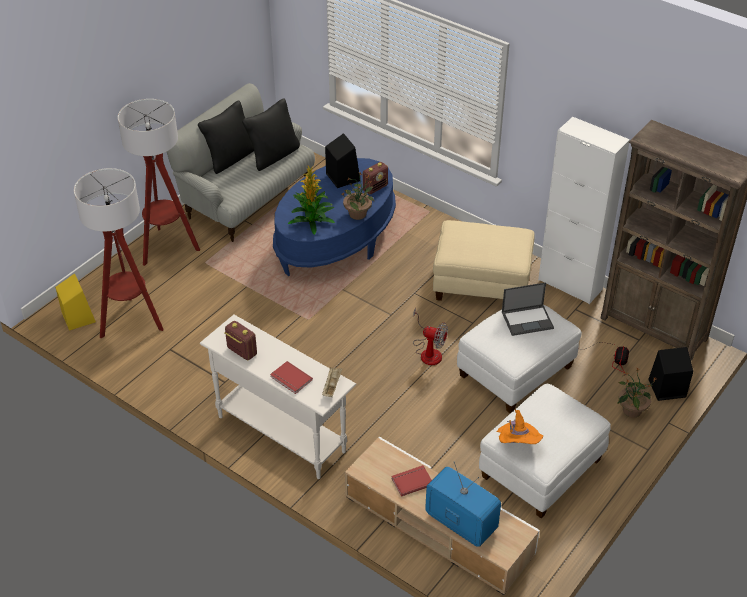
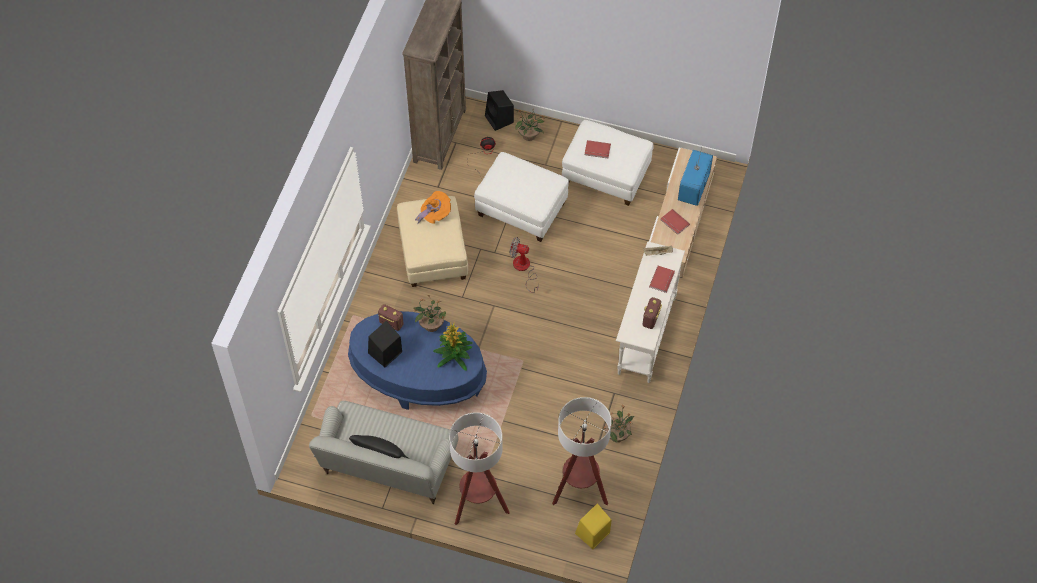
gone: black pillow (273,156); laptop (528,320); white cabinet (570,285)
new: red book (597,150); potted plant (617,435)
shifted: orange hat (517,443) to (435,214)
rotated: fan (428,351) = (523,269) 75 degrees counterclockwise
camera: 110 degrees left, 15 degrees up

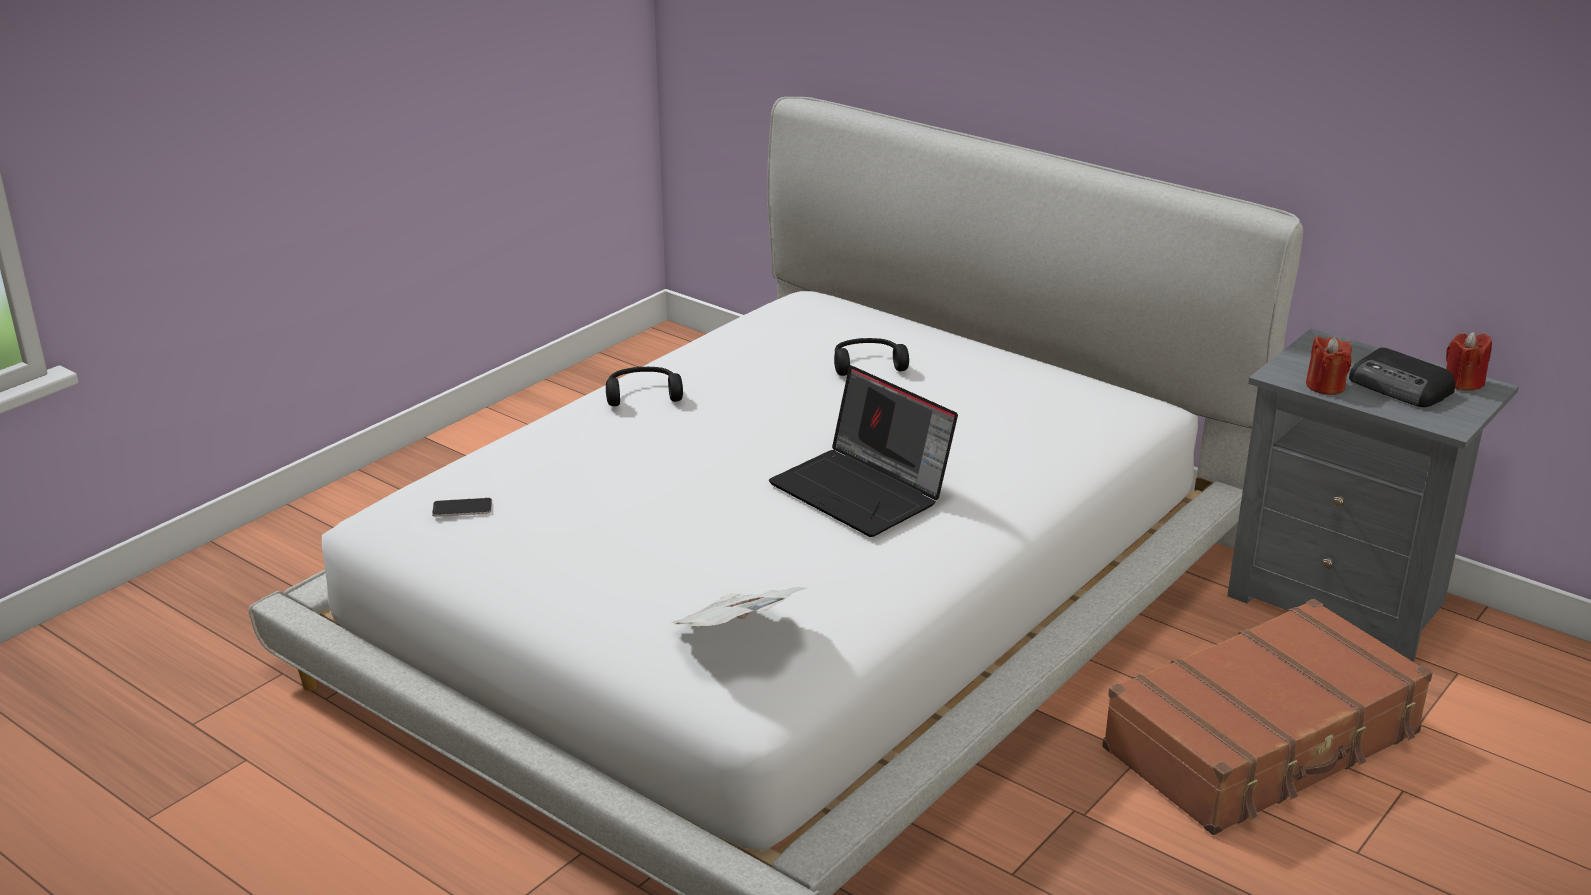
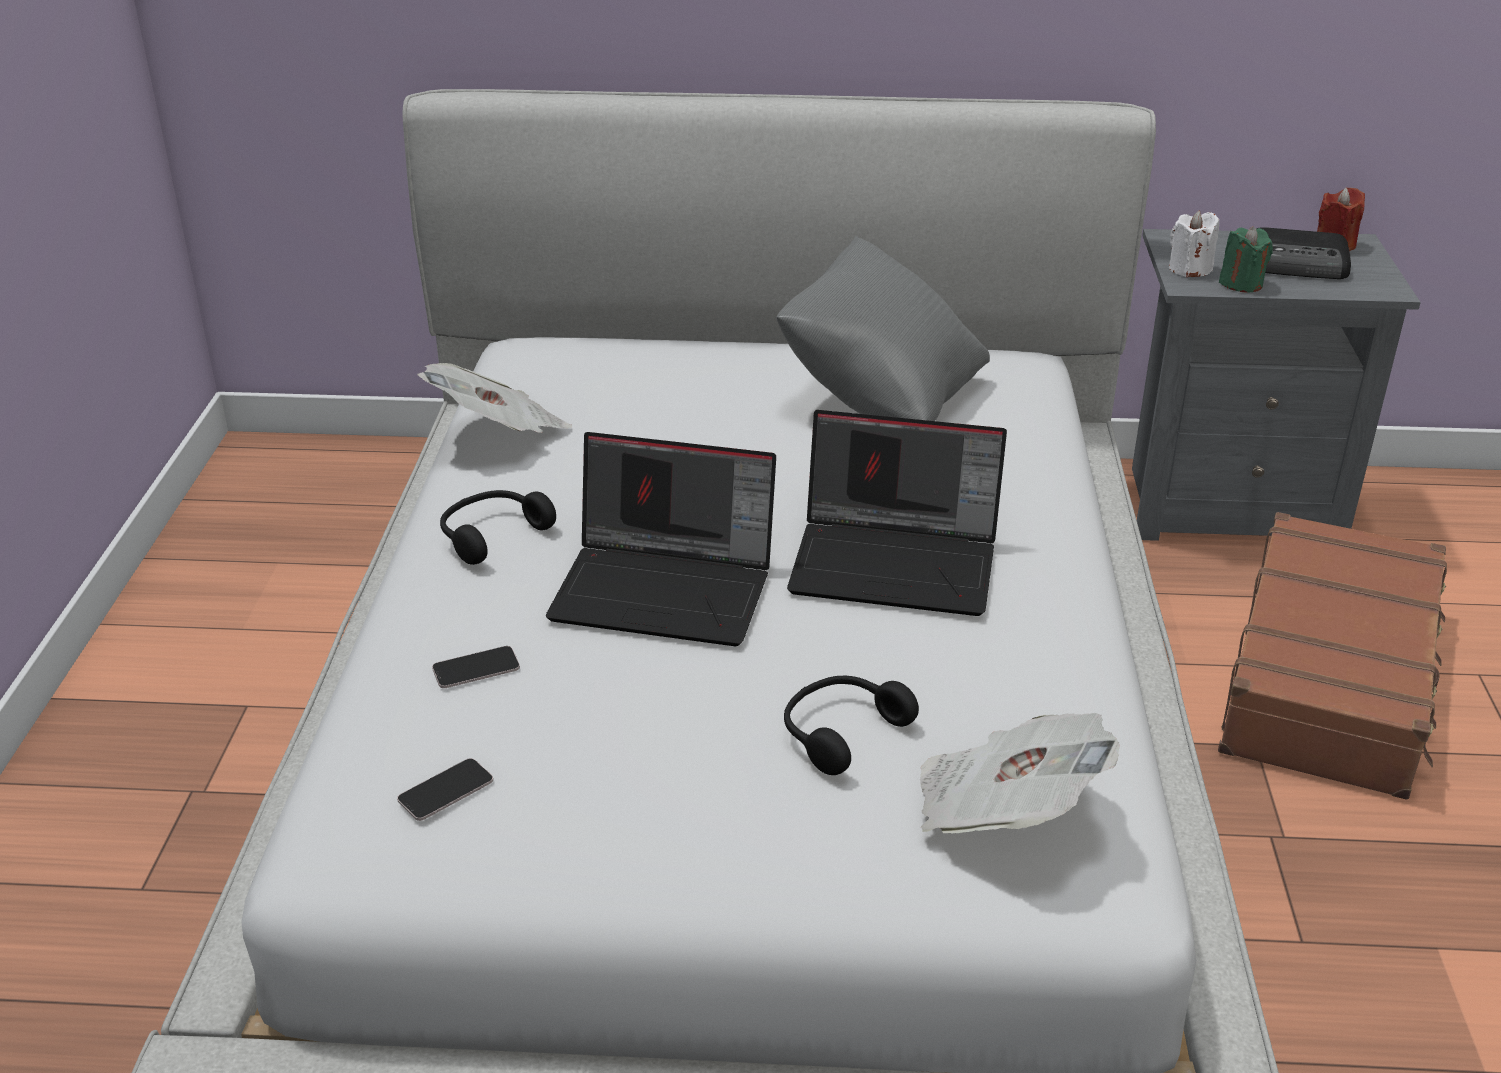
new: newspaper (499,432); phone (476,668); laptop (667,589); grey pillow (880,398); white candle (1189,269)
shifted: black headphones (867,365) to (840,732)
repainted: red candle (1325,386) to green candle (1241,284)
camera: 35 degrees left, 5 degrees up

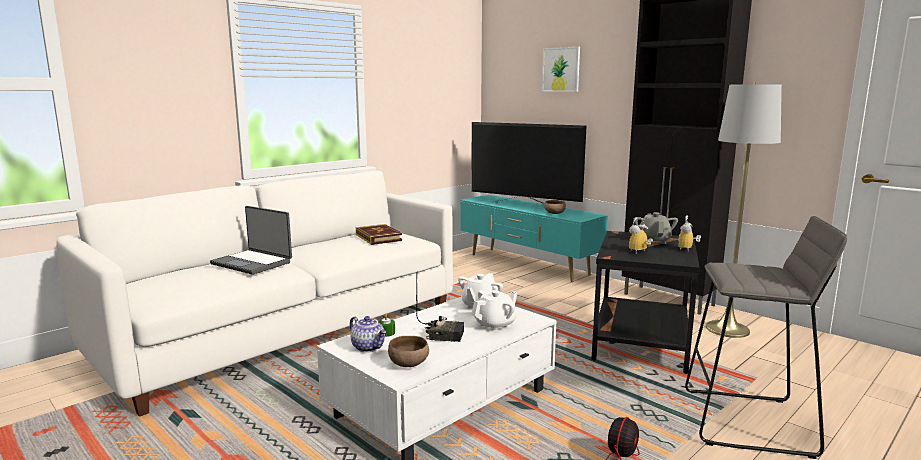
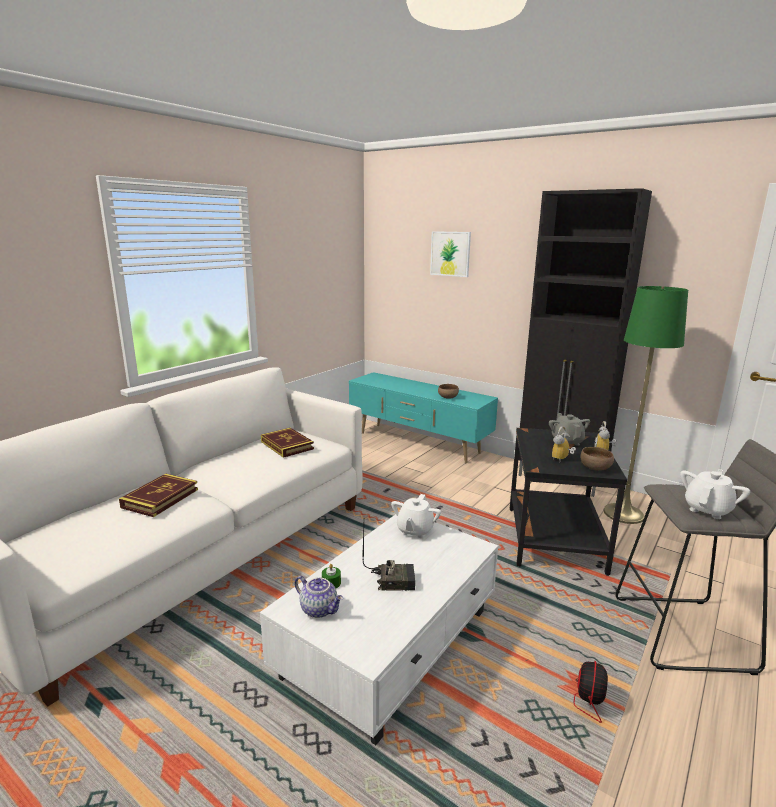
gone: television (524,205)
shifted: brown bowl (409,364) to (595,468); white teapot (495,325) to (708,509)
swapped: laptop (253,263) to book (160,498)
repainted: grey floor lamp (727,329) to green floor lamp (623,513)
camera: 10 degrees left, 5 degrees up

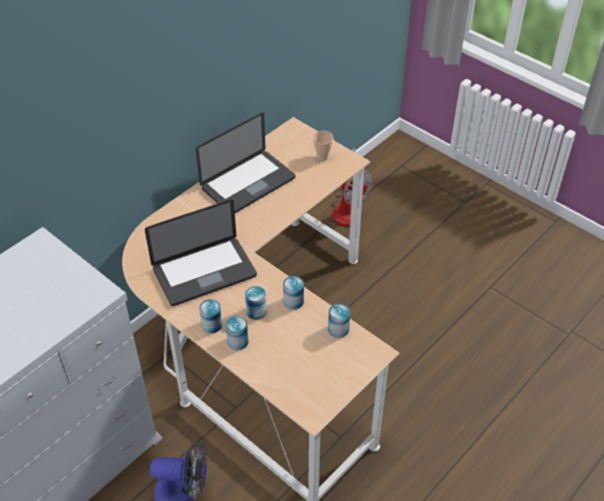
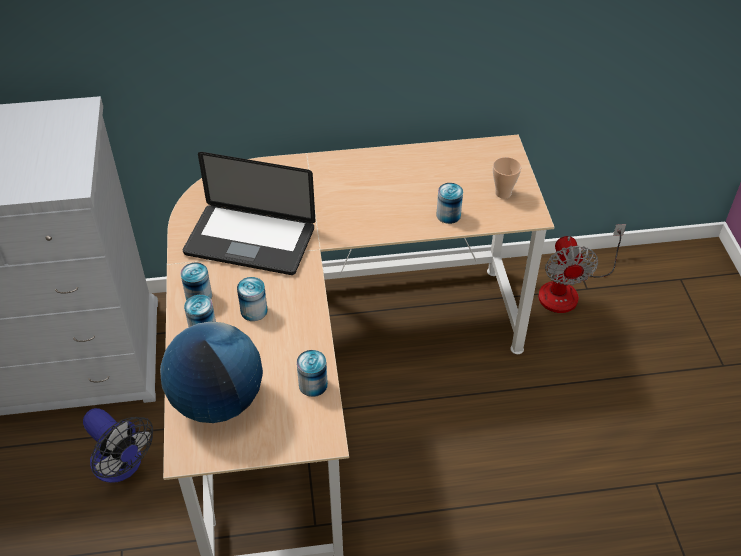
gone: laptop (248,183)
new: globe (217,401)
shifted: can (293,301) to (448,215)
camera: 40 degrees right, 0 degrees up

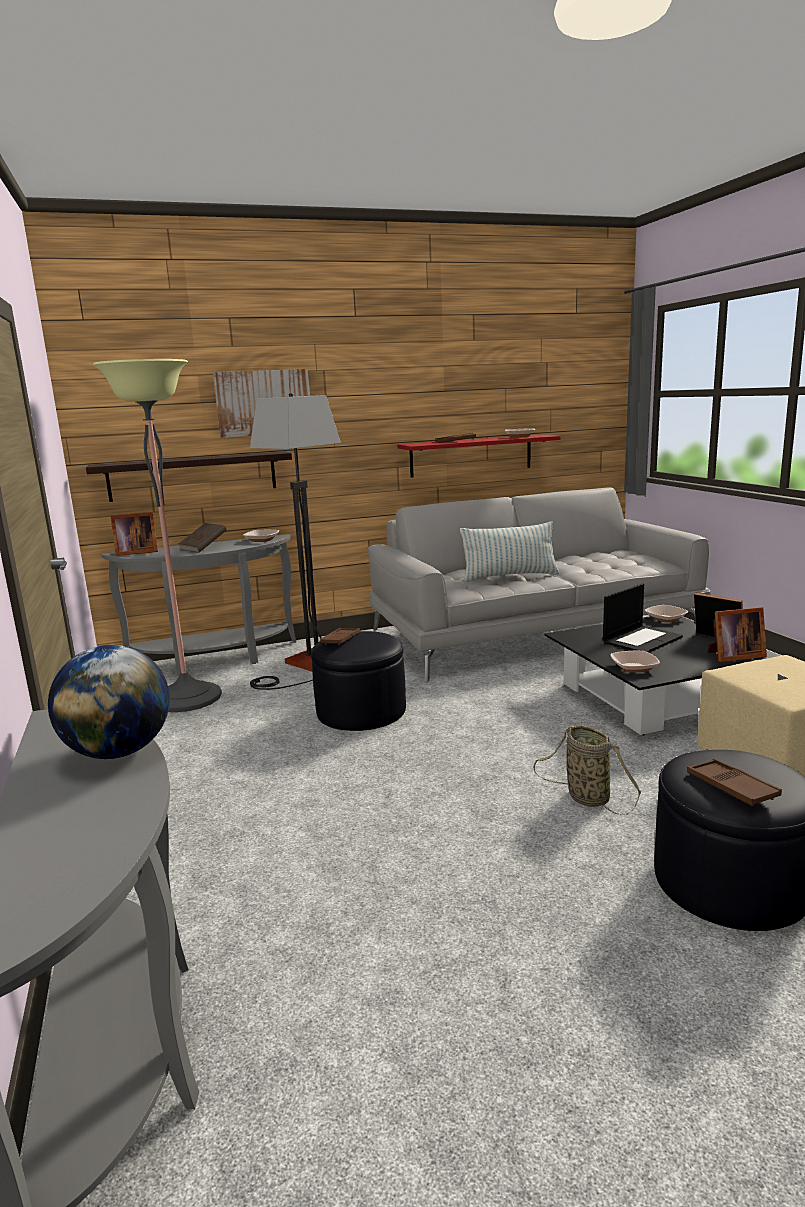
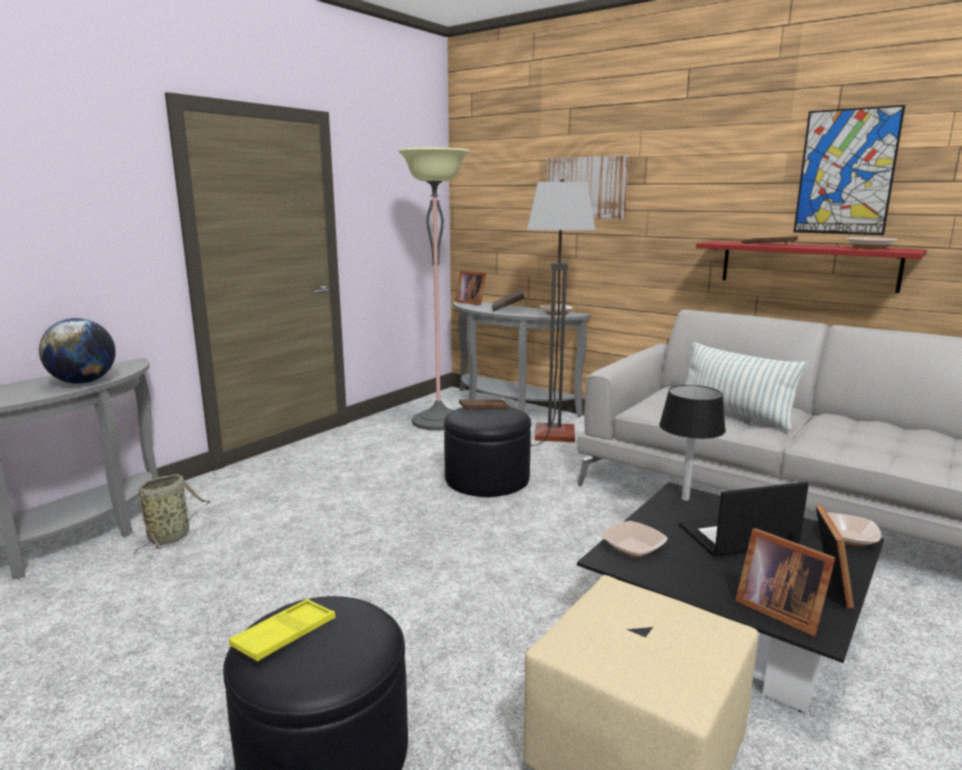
gone: shelf (193,476)
new: black table lamp (685,499); picture (846,172)
shifted: basket (585,797) to (171,536)
repainted: brown tray (731,787) to yellow tray (285,635)
rotated: laptop (642,639) = (737,536) 150 degrees clockwise
camera: 55 degrees right, 0 degrees up

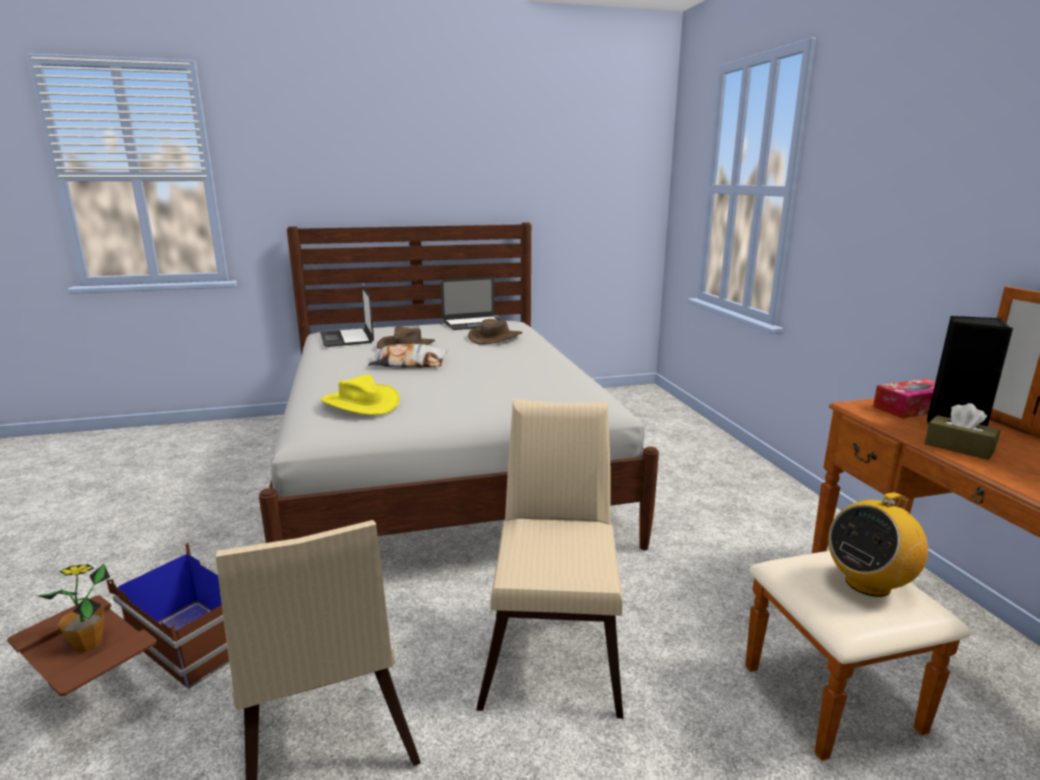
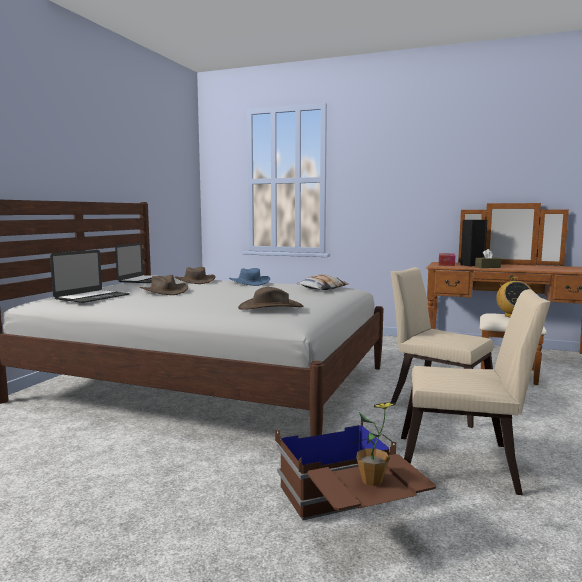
new: blue hat (249,282)
shifted: pillow (409,363) to (322,288)
repainted: yellow hat (360,403) to brown hat (271,307)
rotated: laptop (347,338) = (92,297) 75 degrees counterclockwise
camera: 55 degrees left, 10 degrees down

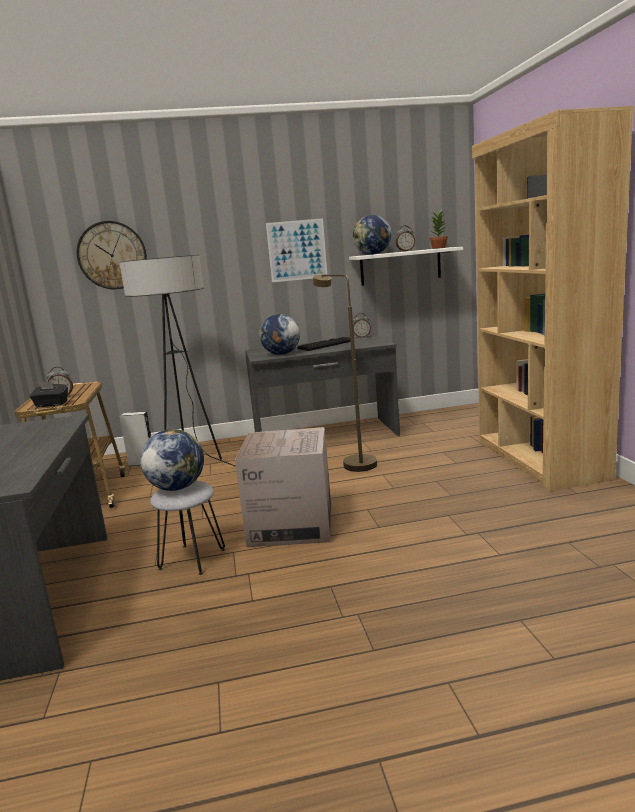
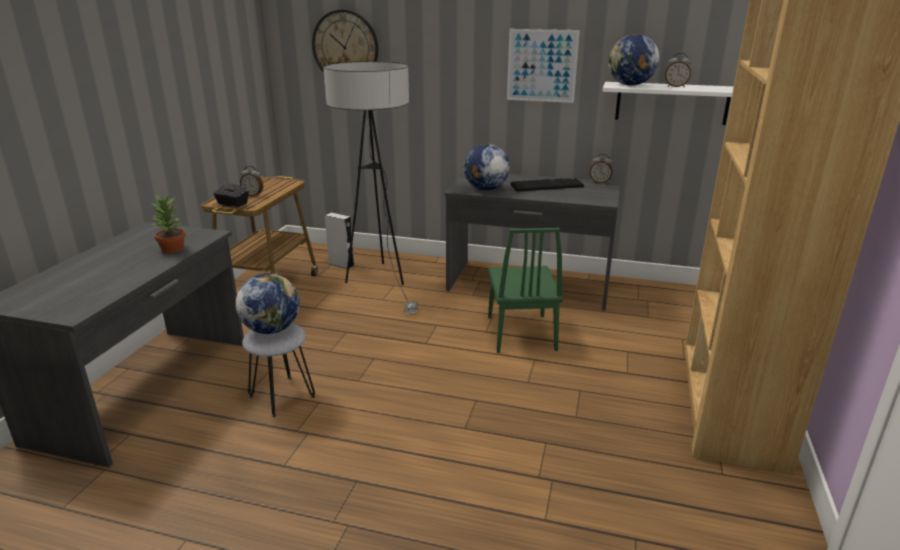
gone: cardboard box (291,525)
shifted: potted plant (439,248) to (173,249)
swapped: brown floor lamp (353,463) to green chair (521,332)
camera: 25 degrees right, 10 degrees up

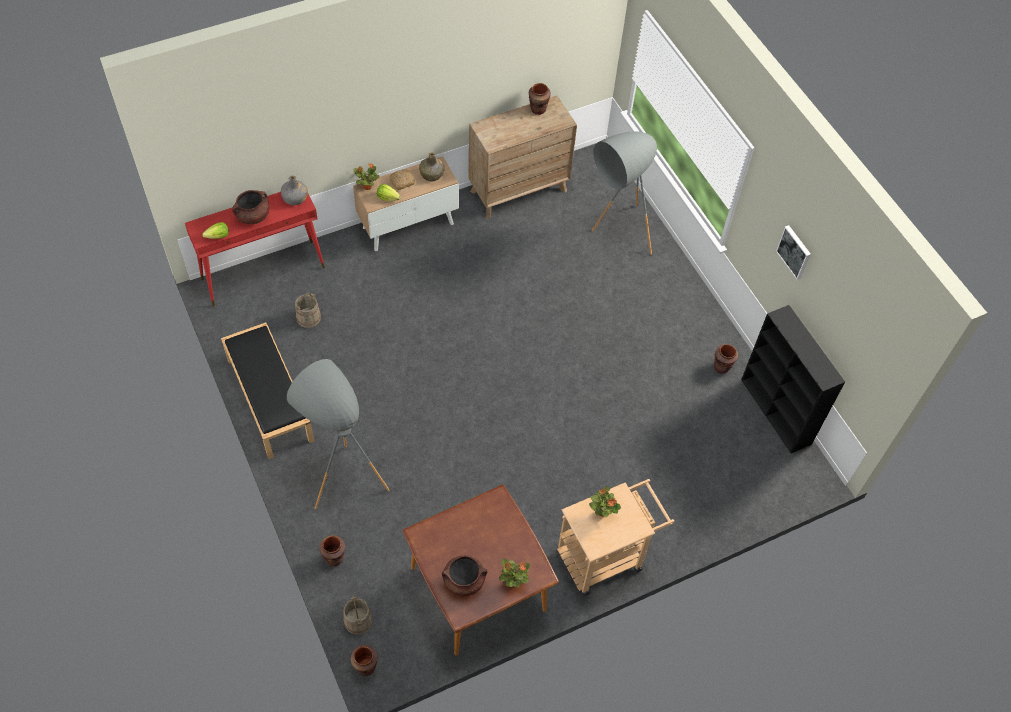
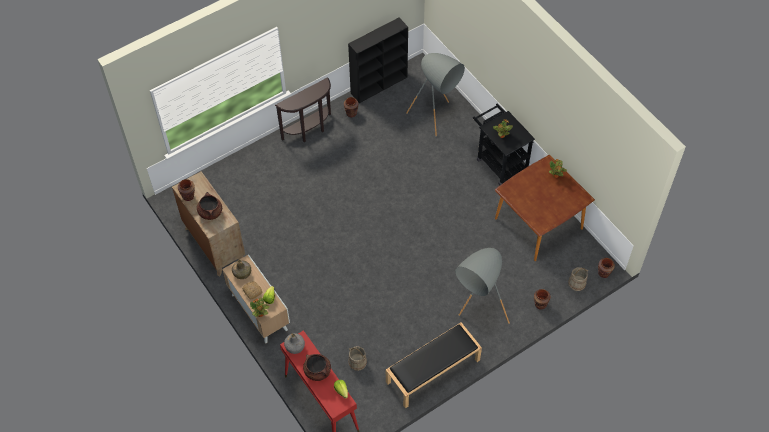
gone: picture (794,251)
new: brown console table (309,131)
shifted: brown cooking pot (464,581) to (210,212); grey floor lamp (616,235) to (436,122)
repainted: beige cart (606,555) to black cart (499,162)
camera: 95 degrees left, 0 degrees up

